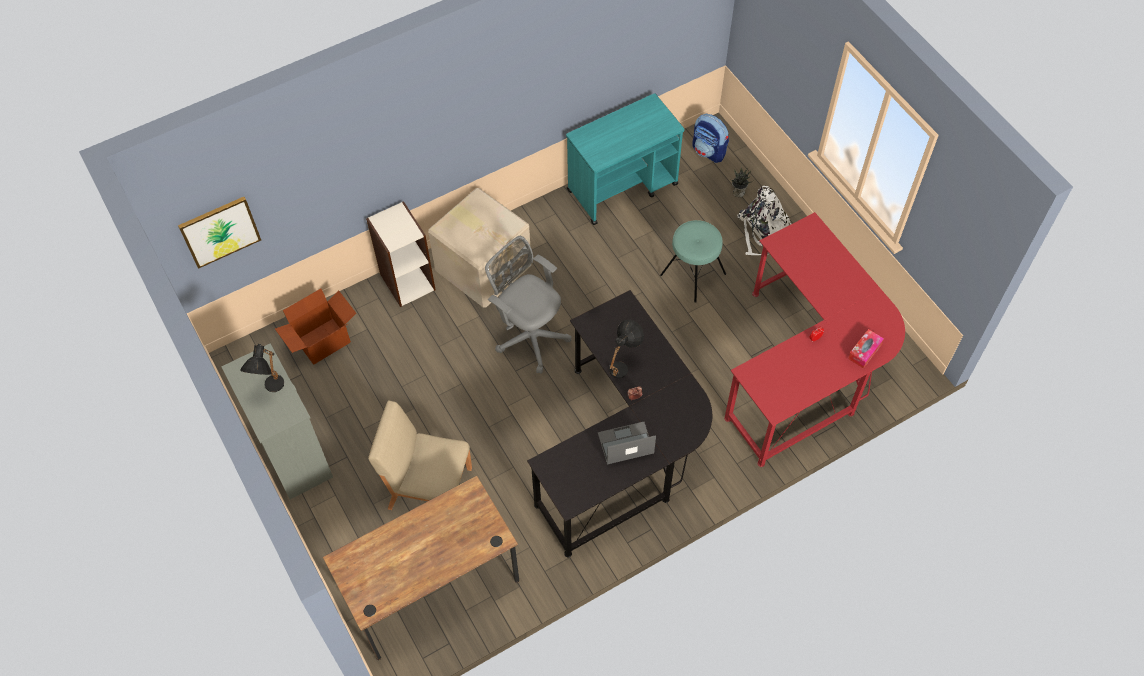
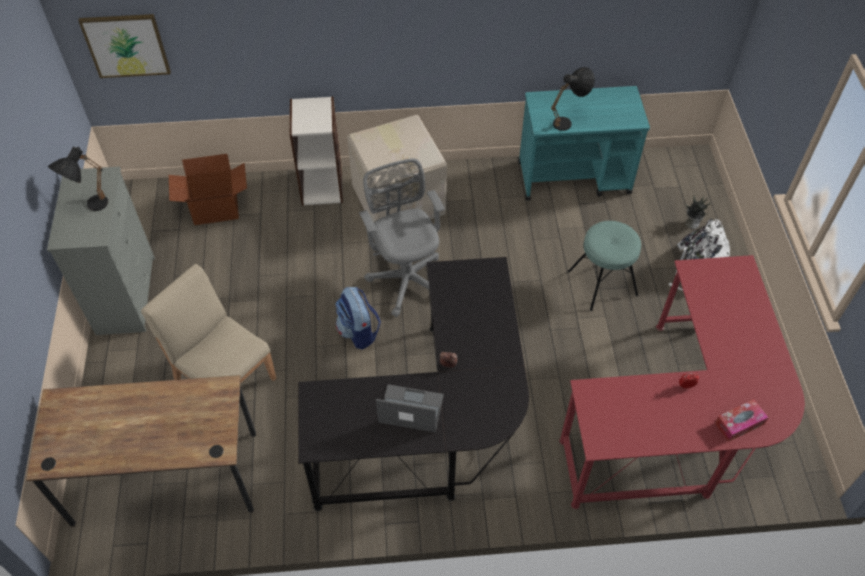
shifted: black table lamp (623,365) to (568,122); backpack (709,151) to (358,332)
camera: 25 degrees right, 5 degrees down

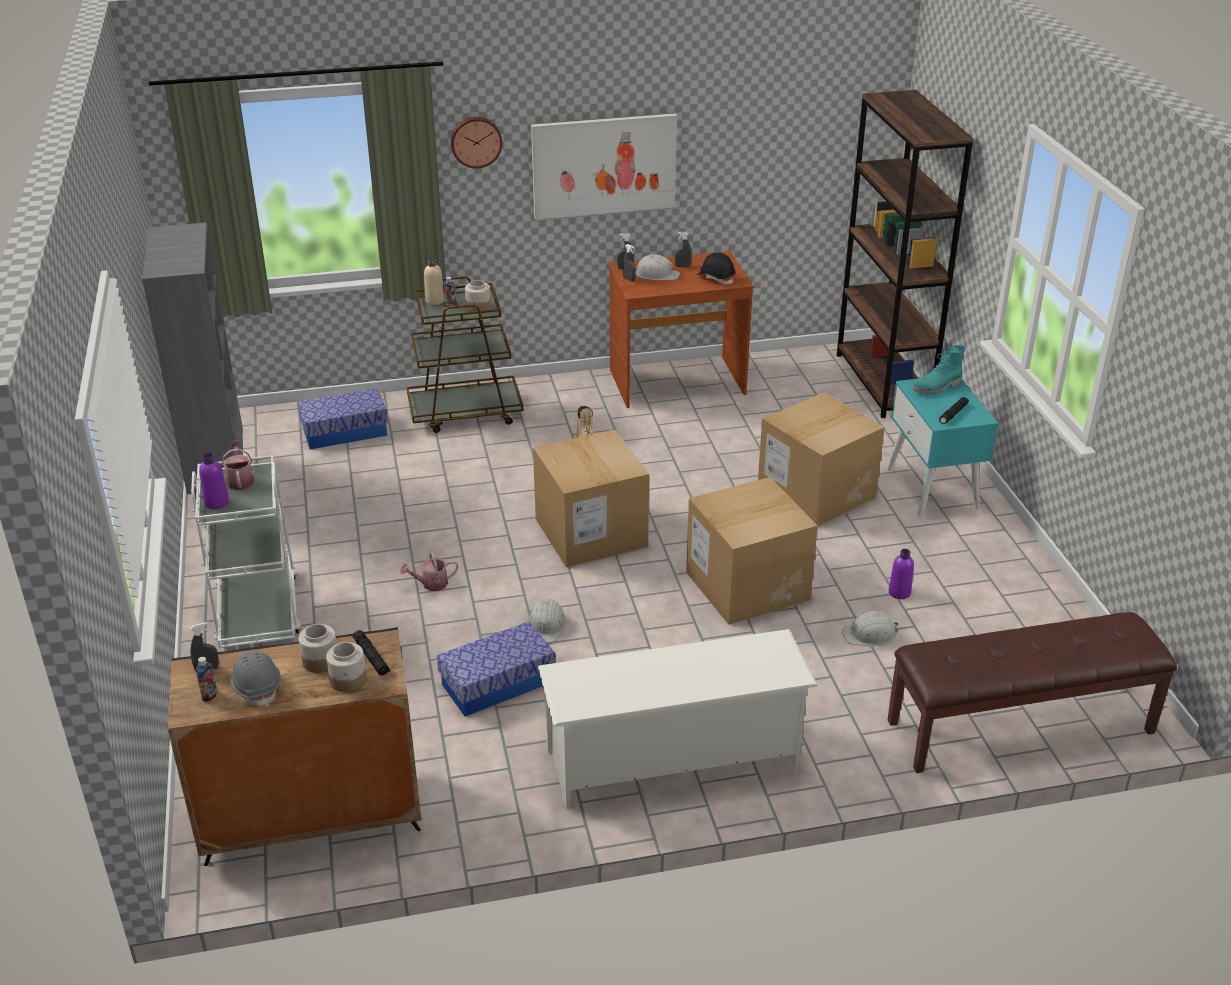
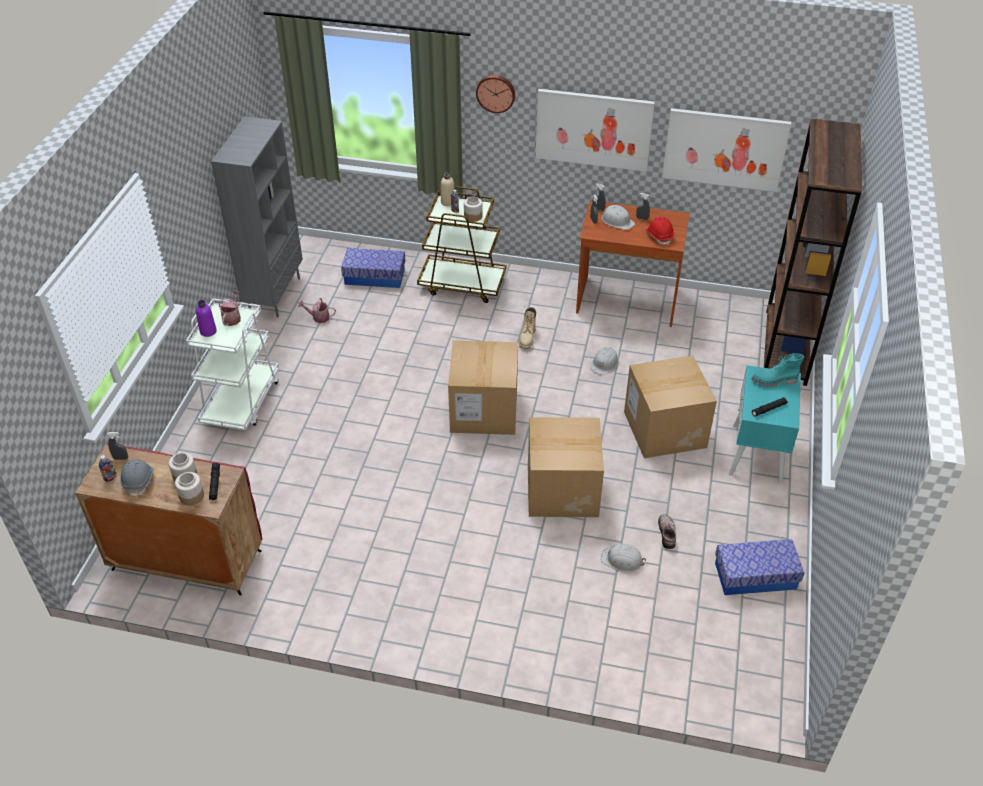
gone: white shoe rack (673,761); brown bench (1020,728)
new: picture (724,149)
shifted: watering can (431,584) to (318,317); storage box (497,683) to (755,576); white hard hat (547,625) to (604,363)
swapped: purple bottle (899,592) to shoe (668,533)
repainted: black cabinet (310,817) to red cabinet (186,560); black hard hat (716,278) to red hard hat (659,236)
camera: 25 degrees right, 10 degrees up

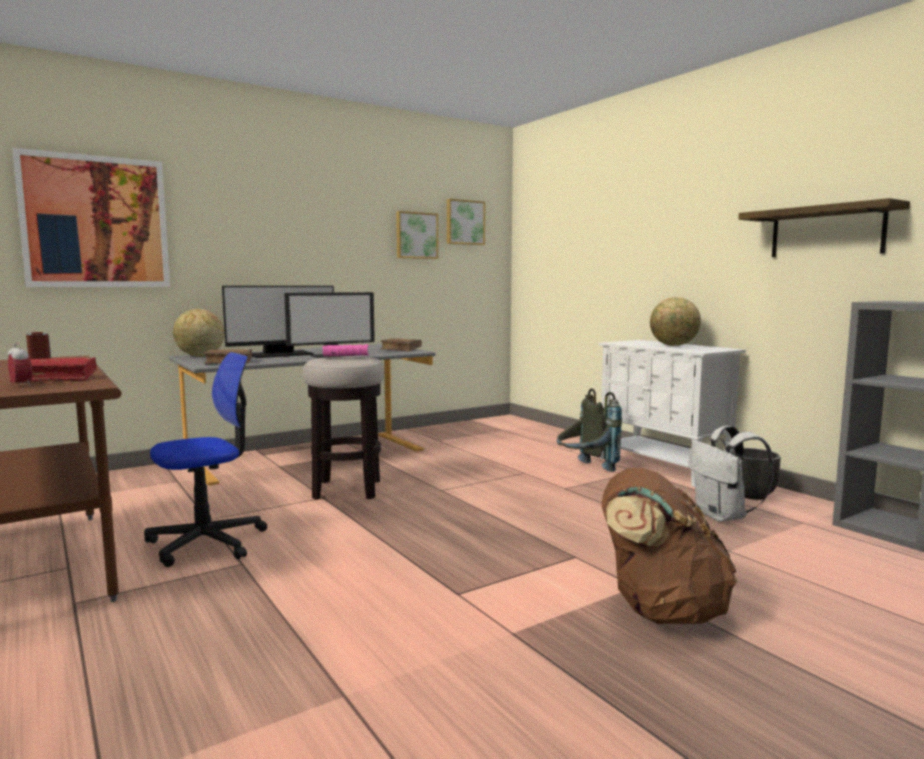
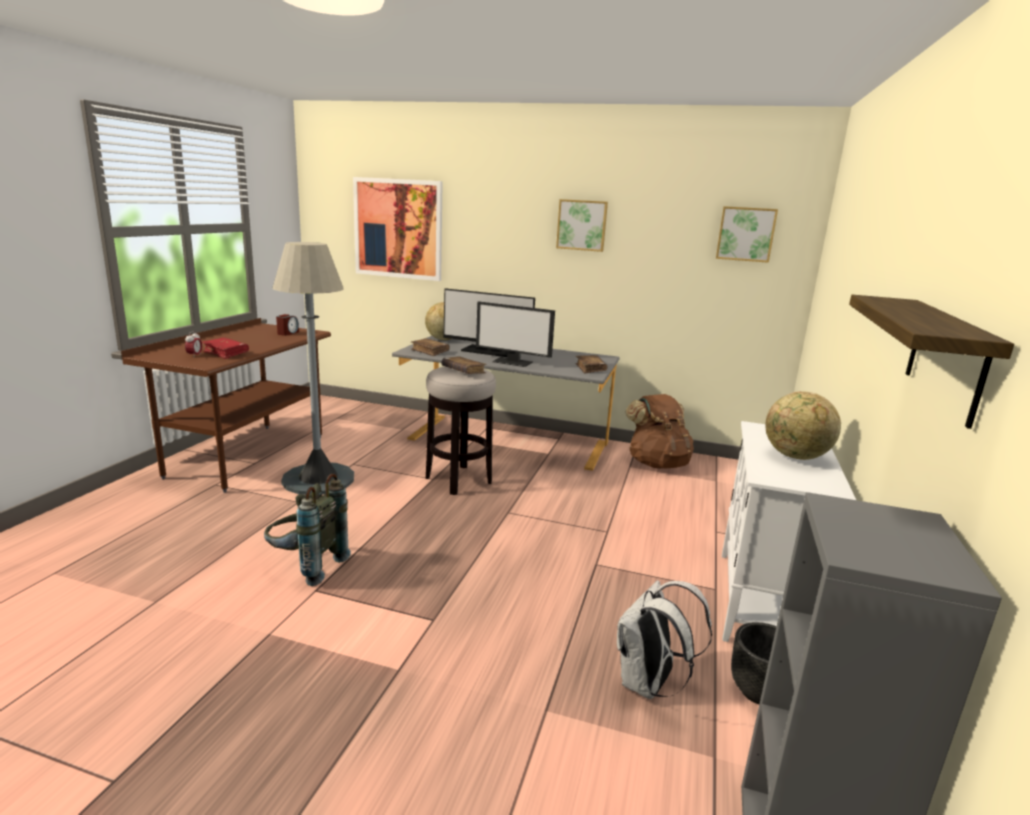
shifted: picture (416,235) to (582,225); grey backpack (585,469) to (306,566); brown backpack (660,610) to (657,463)
swapped: office chair (207,542) to grey floor lamp (319,479)
repainted: pink book (346,357) to brown book (463,371)
camera: 50 degrees right, 10 degrees up

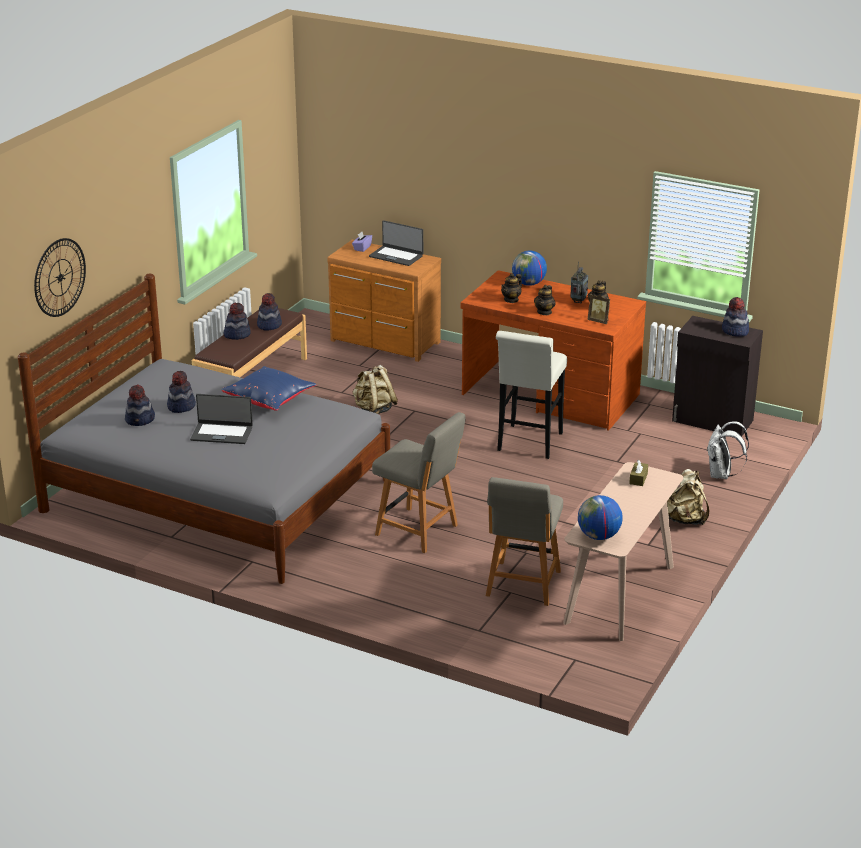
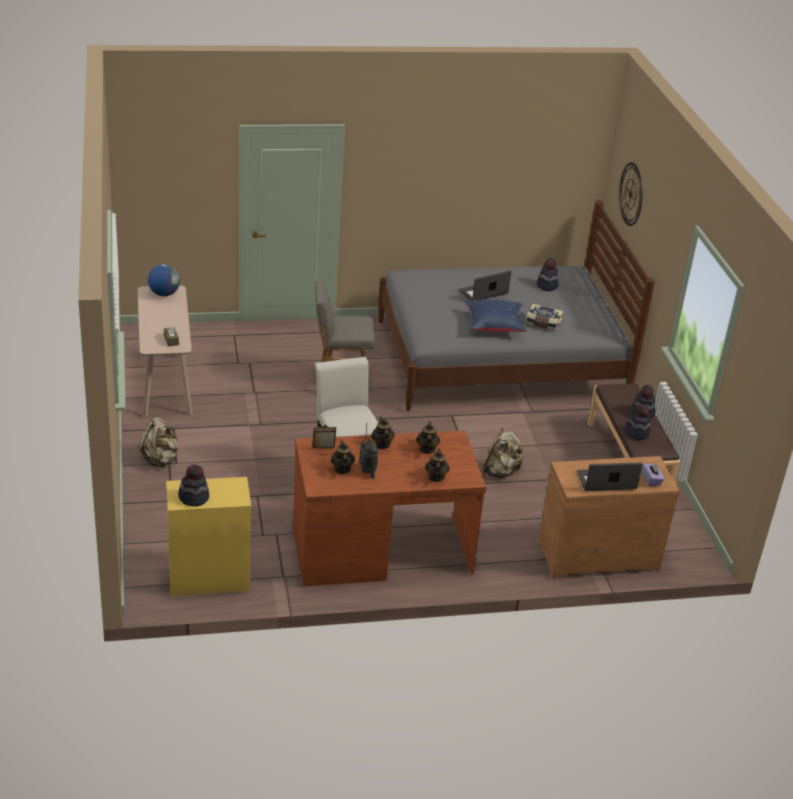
gone: hat (181,406); grey chair (522,585); white backpack (722,475)
new: book (543,323)
swapped: globe (529,284) to teapot (436,477)
repainted: black cabinet (712,421) to yellow cabinet (208,578)
camera: 140 degrees right, 5 degrees up

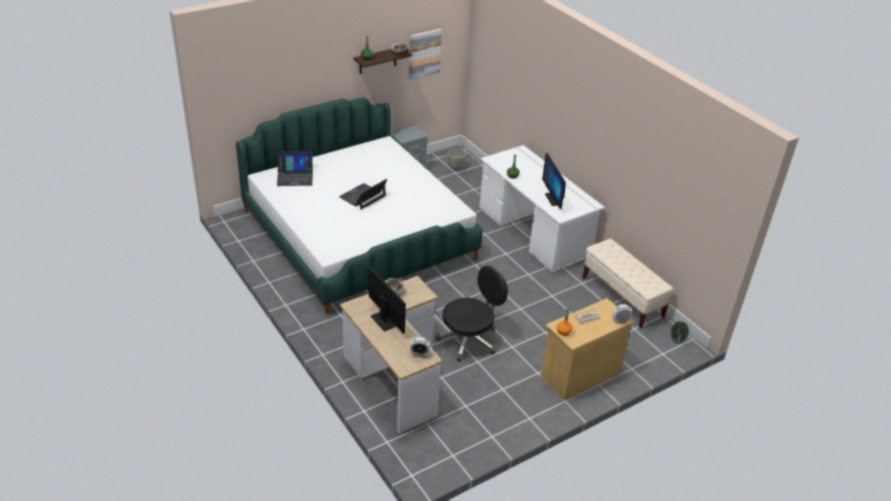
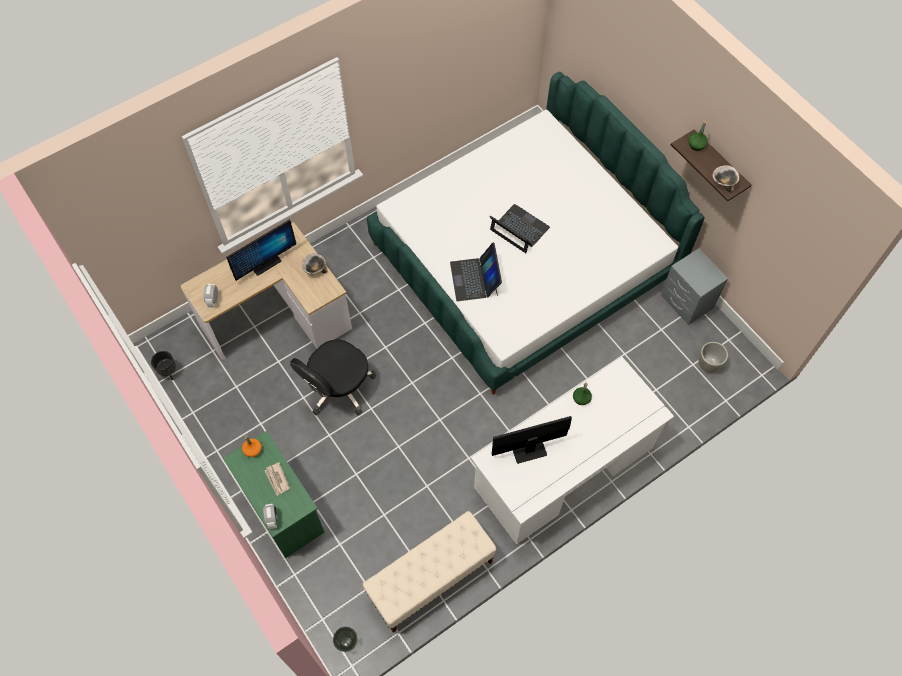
gone: picture (424,54)
new: black planter (169,373)
shifted: laptop (295,177) to (475,279)
repainted: beige dresser (579,375) to green dresser (282,509)
rotated: black office chair (469,340) = (338,388) 75 degrees clockwise
camera: 90 degrees right, 25 degrees up

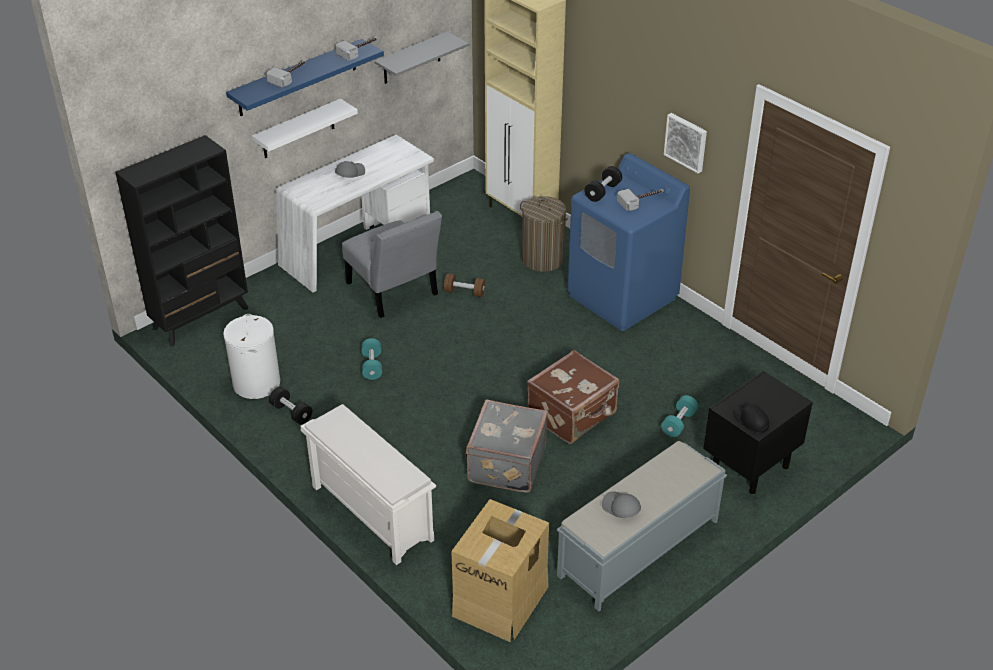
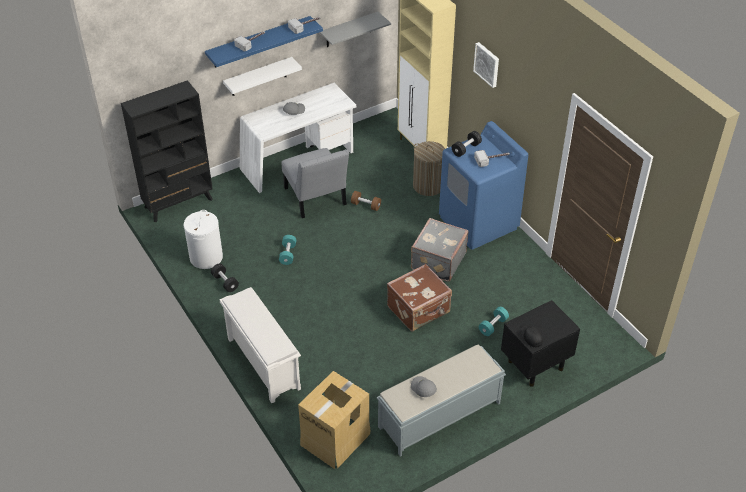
shifted: grey suitcase (505,464) to (437,261); picture (686,142) to (487,64)
camera: 10 degrees right, 5 degrees up

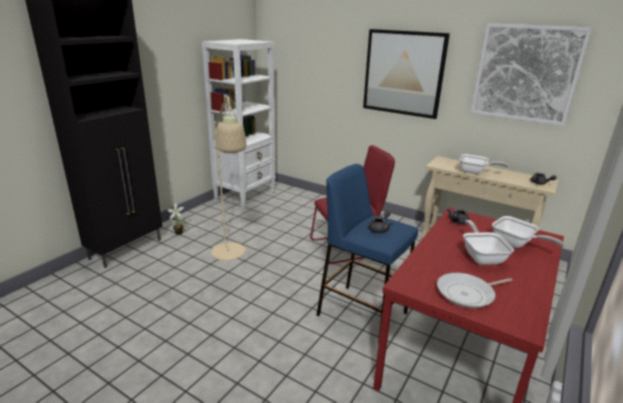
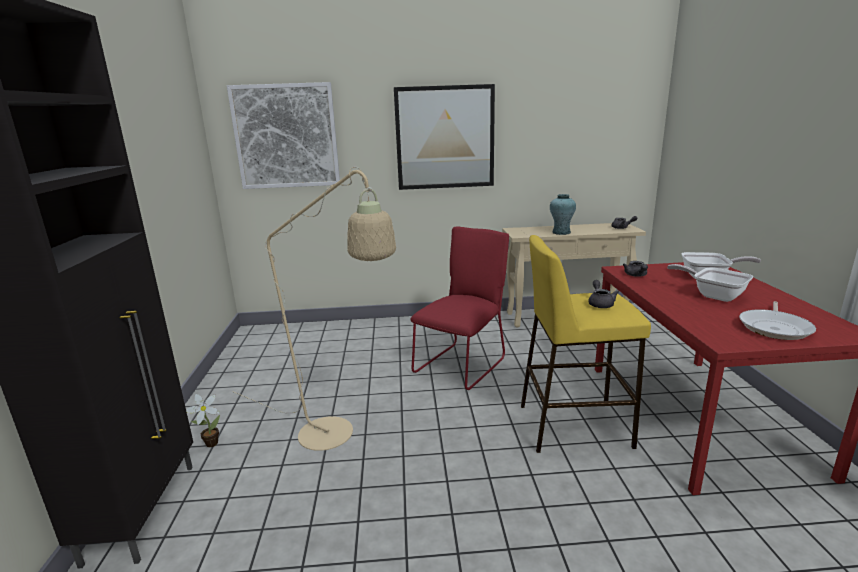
gone: white bookcase (245,196)
shifted: picture (526,74) to (286,136)
swapped: frying pan (475,172) to turquoise vase (561,232)
repainted: blue stool (361,313) to yellow stool (573,425)
camera: 35 degrees left, 5 degrees down

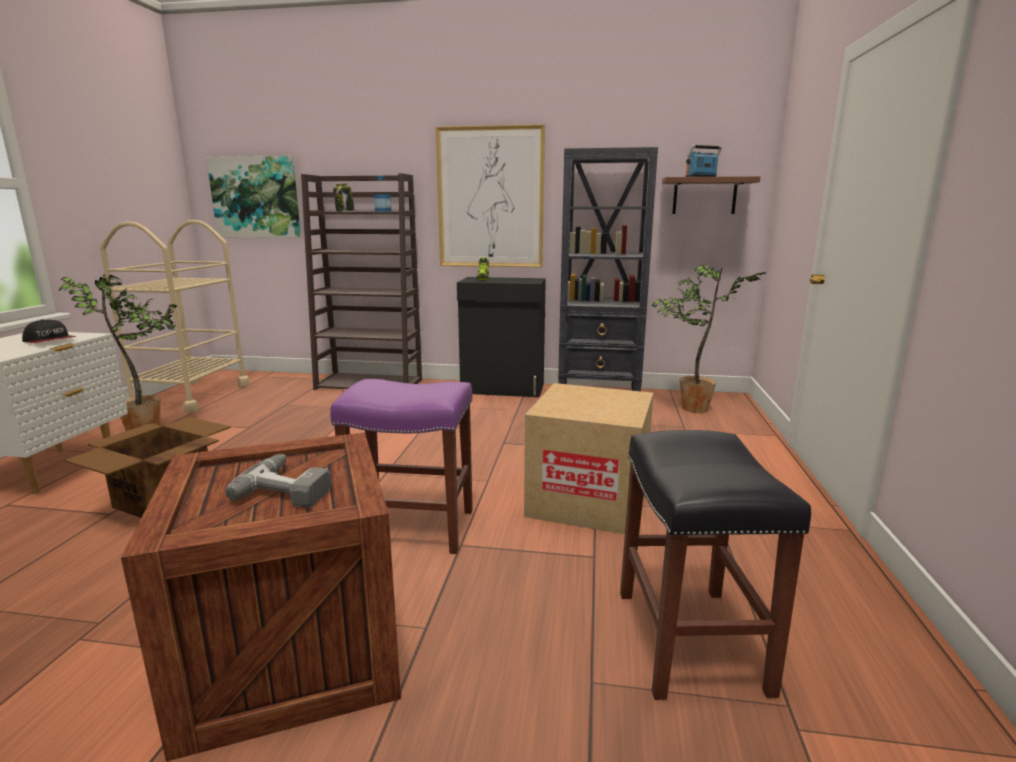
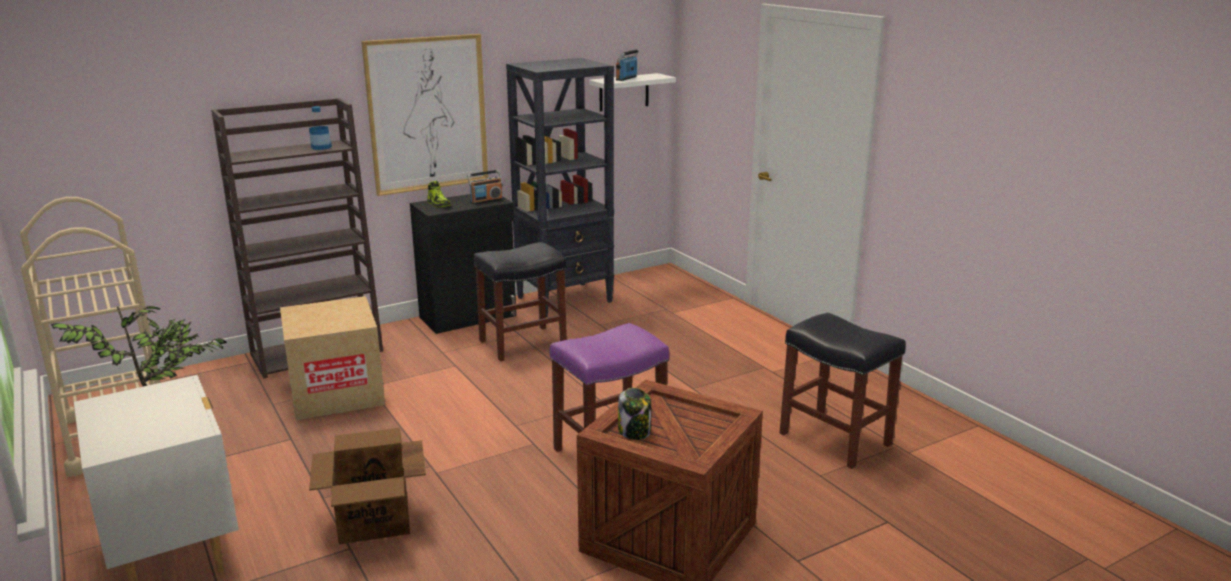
gone: cap (50,341); picture (255,197); power drill (290,487); potted plant (691,409)
new: radio (486,201); black stool (523,343)
shifted: jar (345,211) to (635,432); cardboard box (588,500) to (336,393)
repainted: brown shelf (704,196) to white shelf (624,92)
camera: 40 degrees left, 5 degrees up

